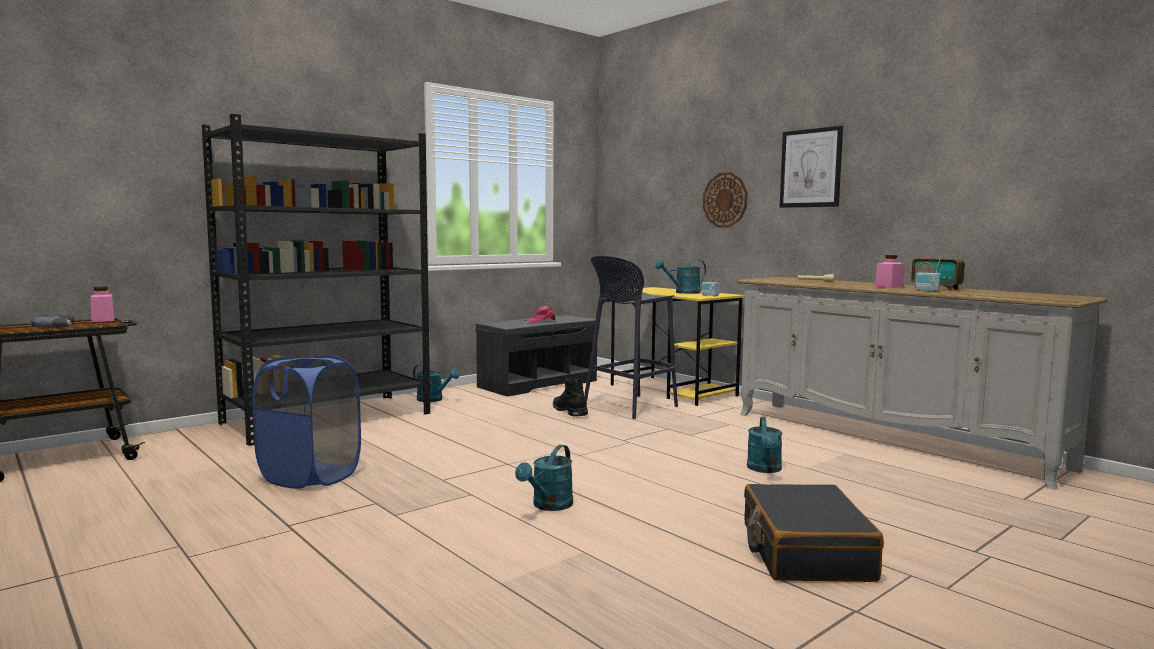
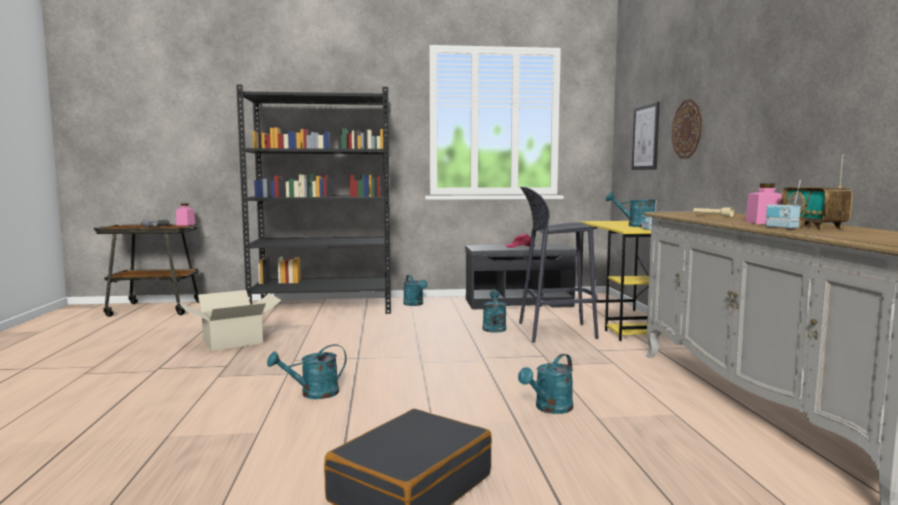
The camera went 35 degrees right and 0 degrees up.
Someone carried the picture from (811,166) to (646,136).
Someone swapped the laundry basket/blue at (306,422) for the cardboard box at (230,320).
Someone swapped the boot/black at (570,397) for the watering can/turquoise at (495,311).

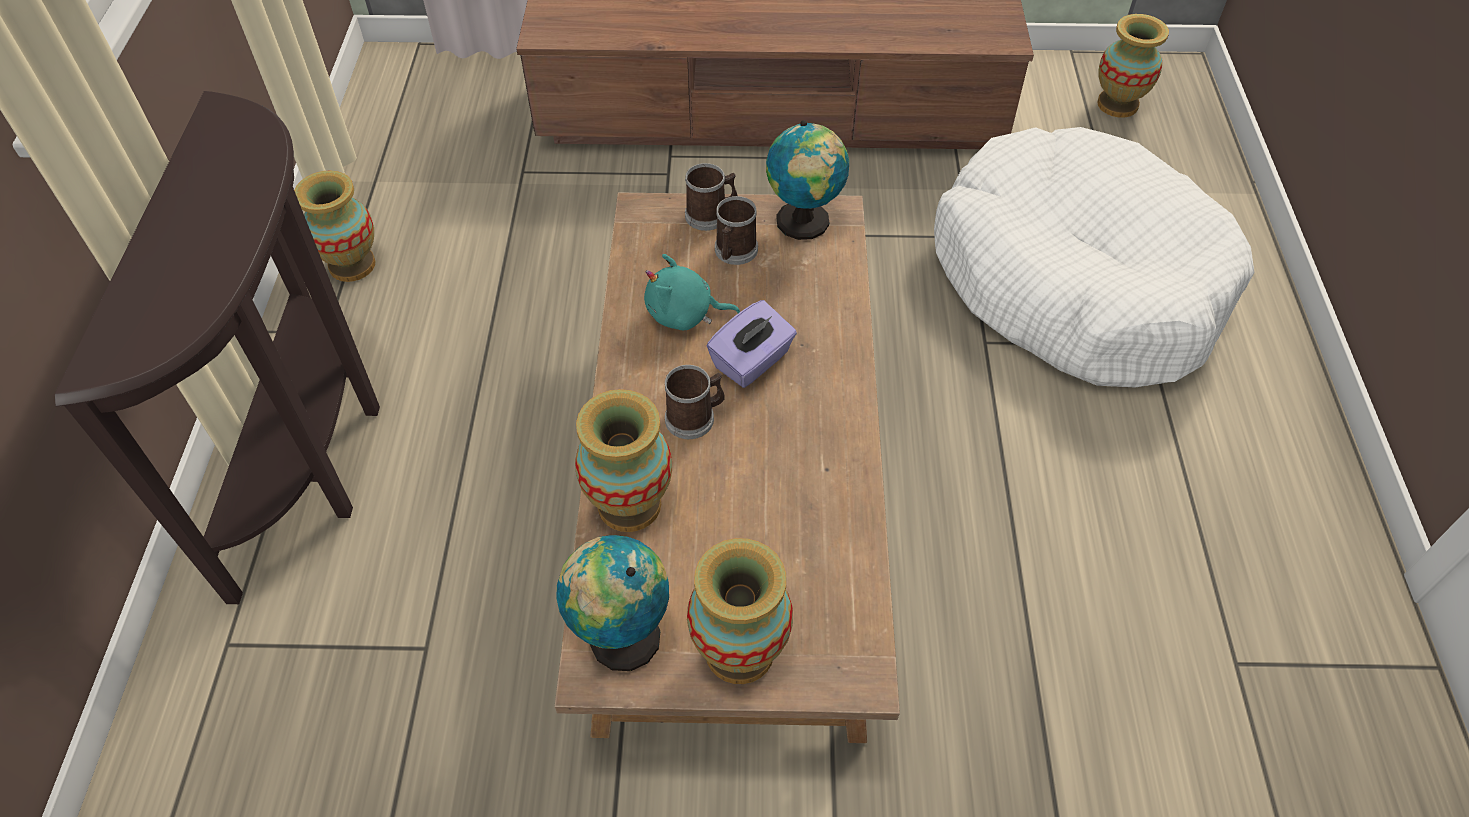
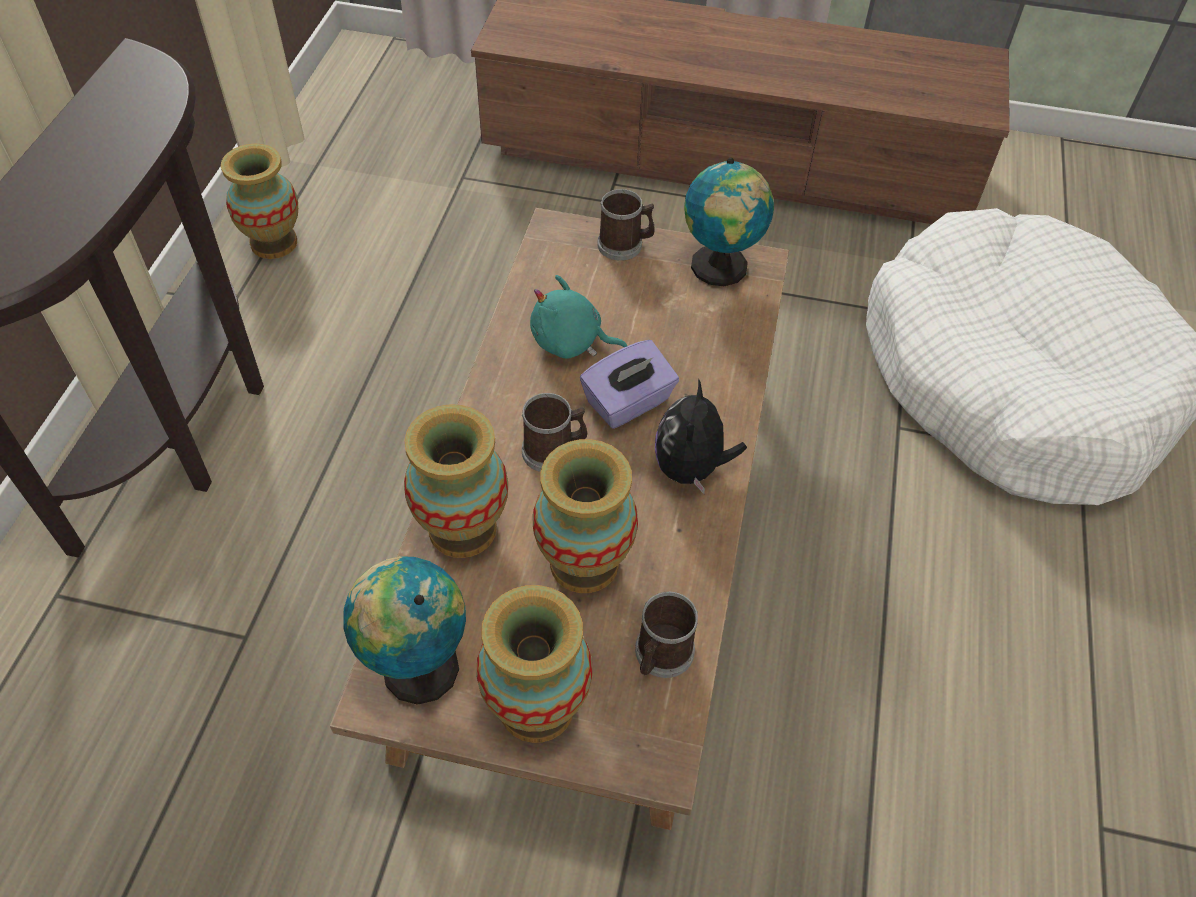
The camera went 10 degrees right and 0 degrees up.
Someone carried the vase from (1133,66) to (585,516).
Someone carried the mug from (736,230) to (666,635).
Someone put down the plush toy at (701,436).

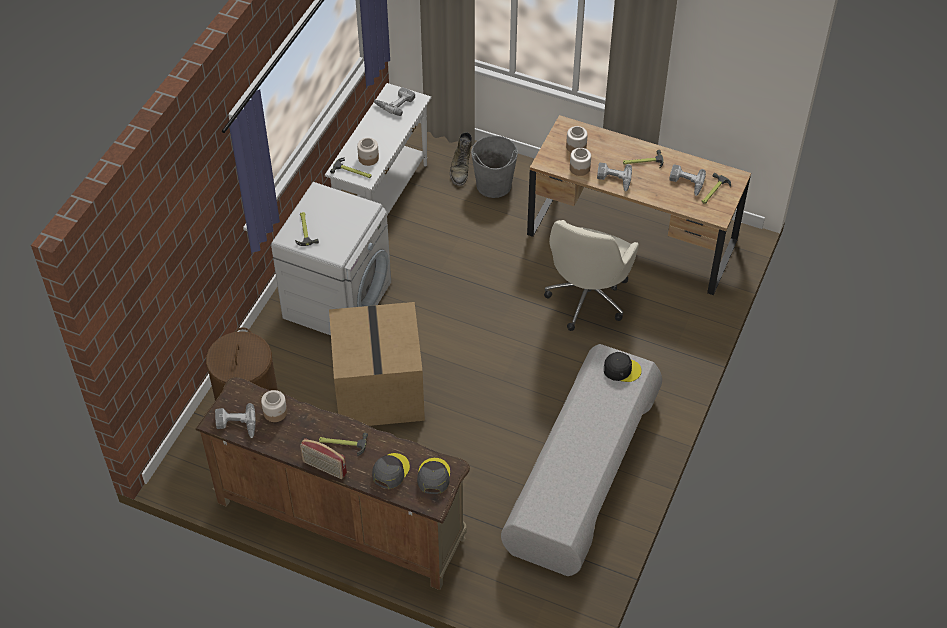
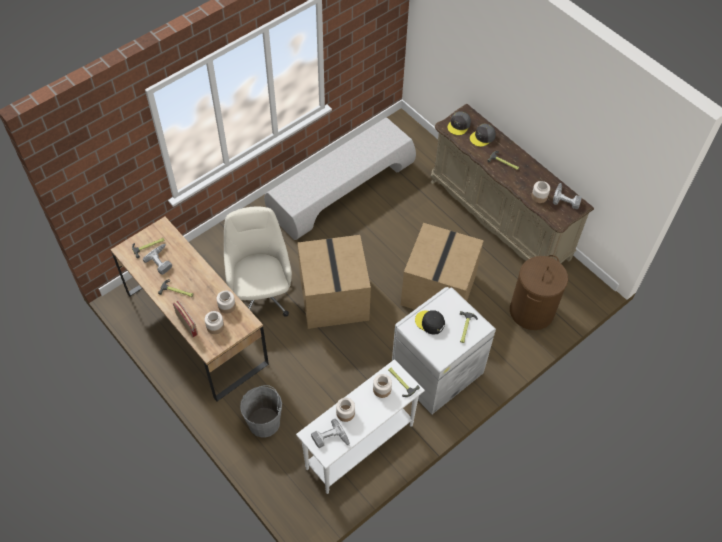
The camera went 155 degrees left and 5 degrees up.
Someone took away the boot/green at (461,159).
Someone took away the power drill at (614,177).
Someone rotated the office chair/beige at (591,275) by 60 degrees counterclockwise.
Someone carried the cap/black from (623,367) to (430,322).
Someone carried the radio from (323,458) to (185,318).
Someone put down the cardboard box at (334,282).
Someone put down the jar at (345,410).

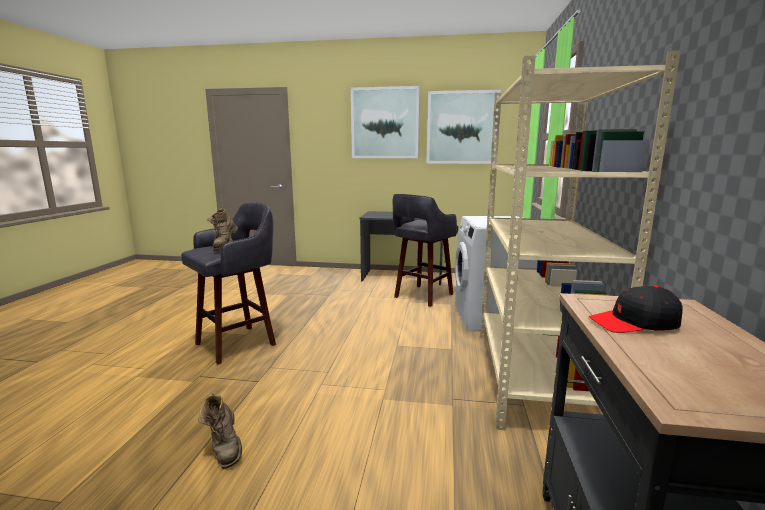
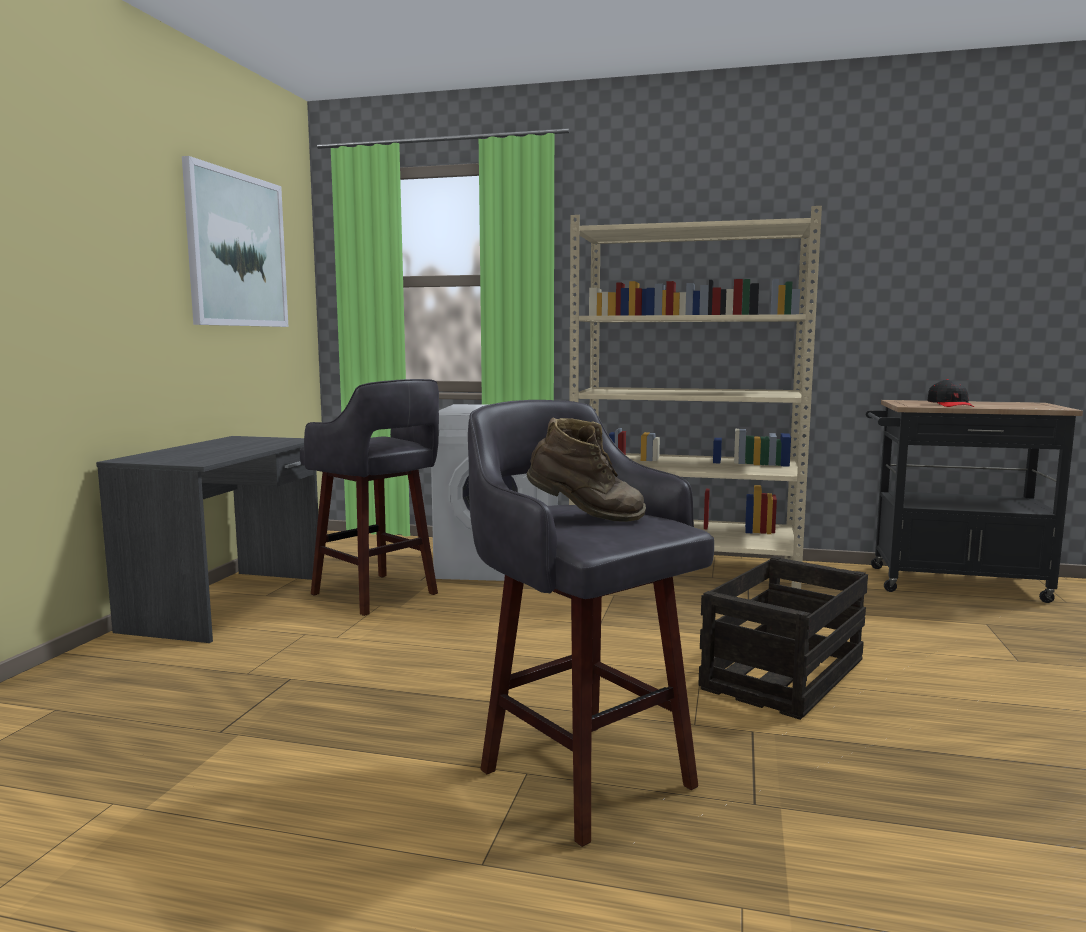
The camera went 85 degrees left and 5 degrees down.
Someone took away the picture at (385,122).
Someone took away the boot/brown at (220,431).
Someone put down the crate at (783,638).

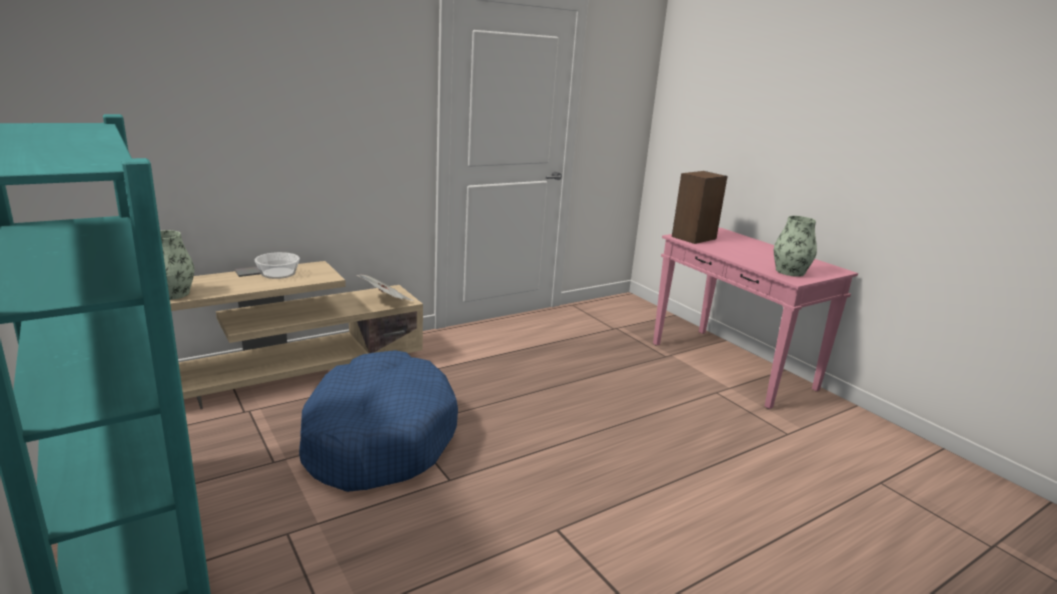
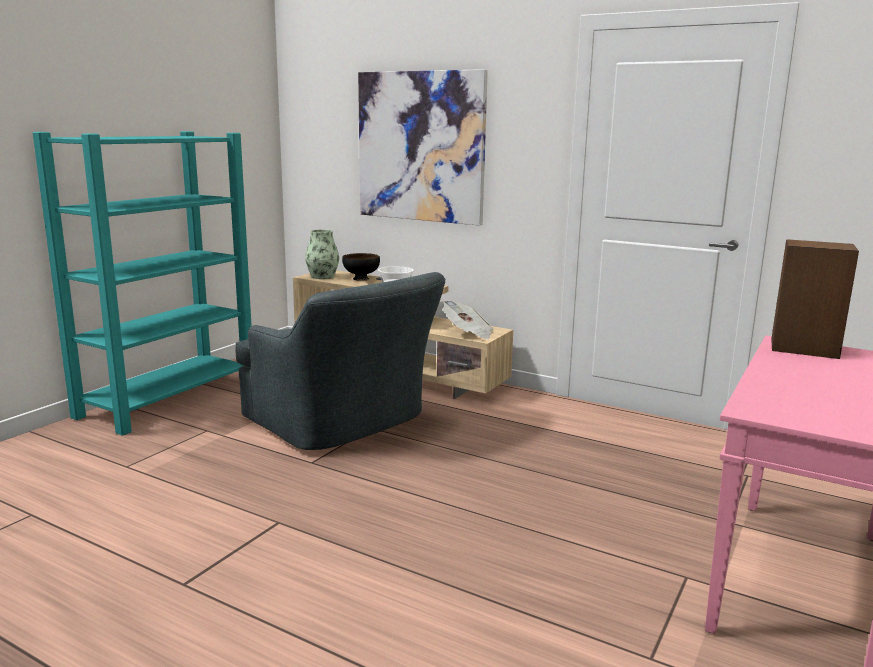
The camera went 65 degrees right and 5 degrees down.
Someone took away the vase at (795,246).
Someone swapped the dog bed/blue at (378,421) for the armchair/grey at (340,361).
Someone put up the picture at (423,147).
Someone put down the bowl/black at (361,267).

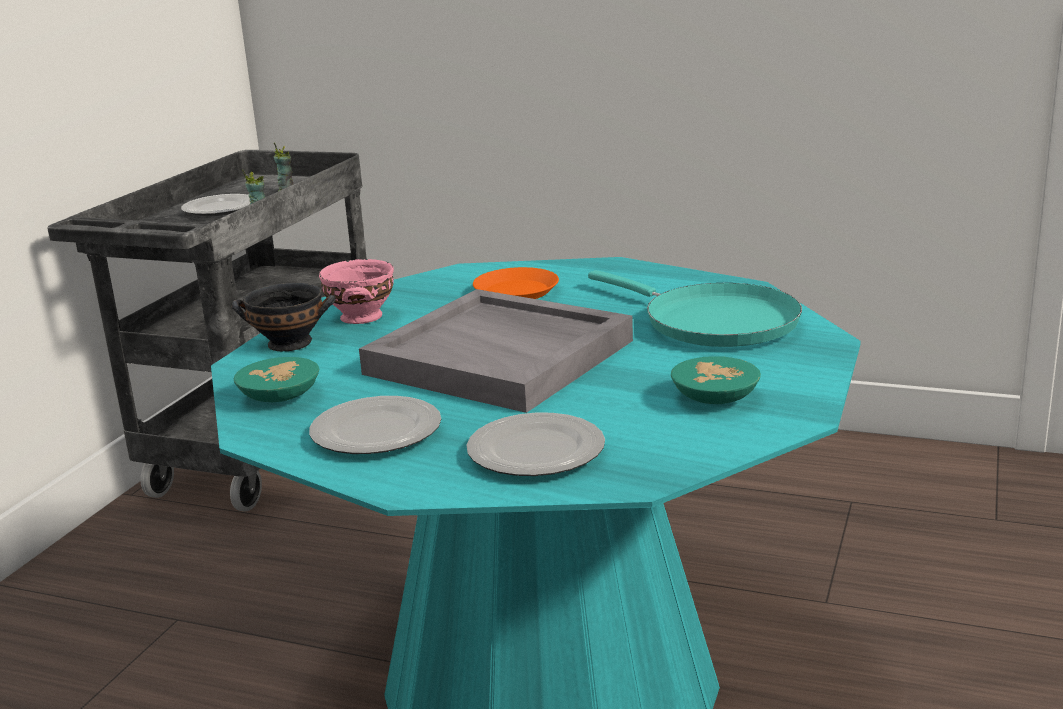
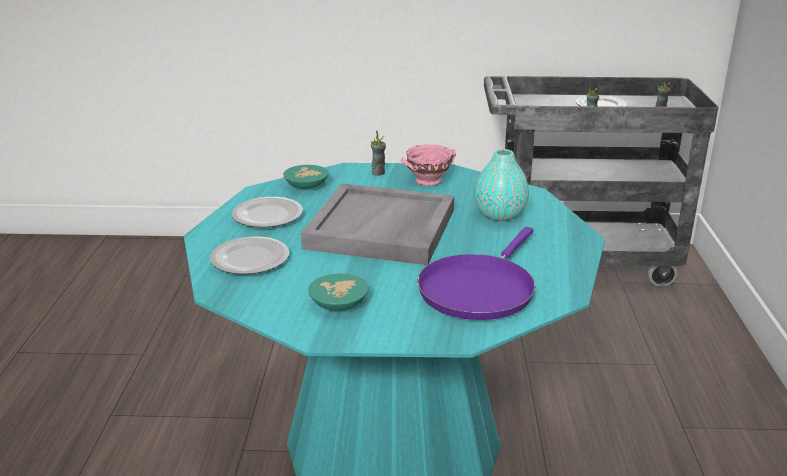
The camera went 70 degrees right and 5 degrees up.
Someone swapped the plate/orange at (516,283) for the vase/turquoise at (501,185).
Someone repainted the frying pan/turquoise at (695,308), which became the frying pan/purple at (476,273).
Someone swapped the bowl/black at (283,317) for the cup at (378,153).

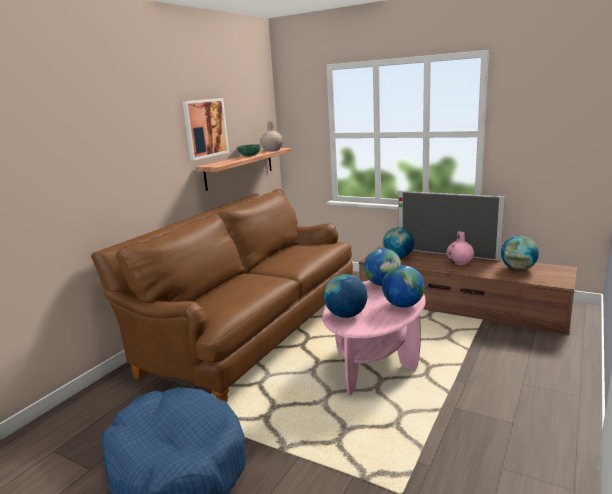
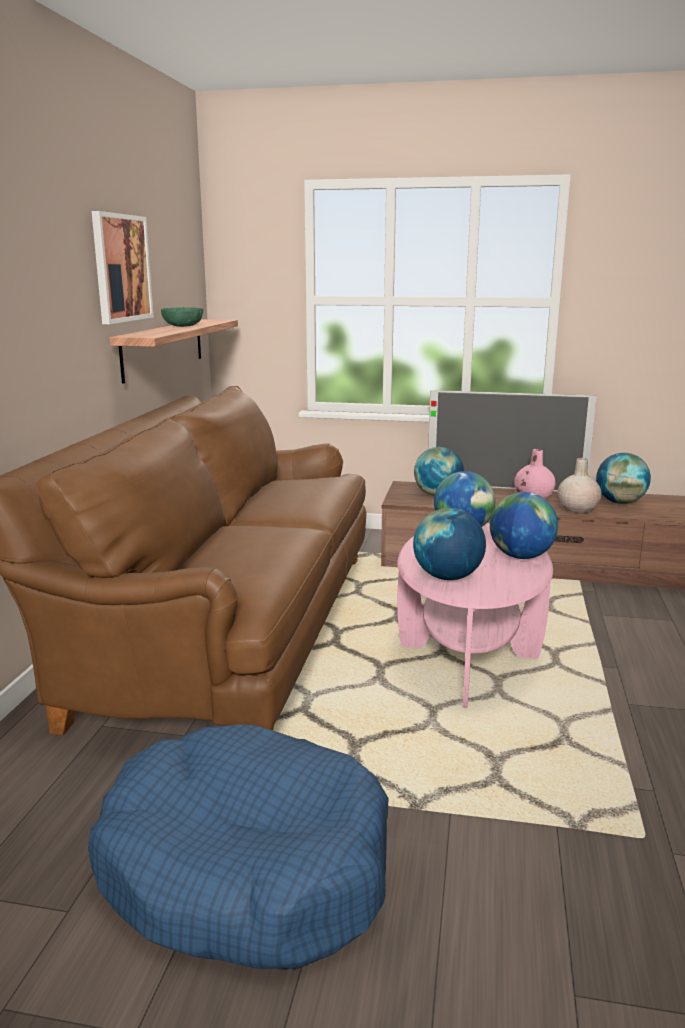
The camera went 20 degrees left and 0 degrees up.
Someone carried the vase/beige from (272,136) to (579,485).

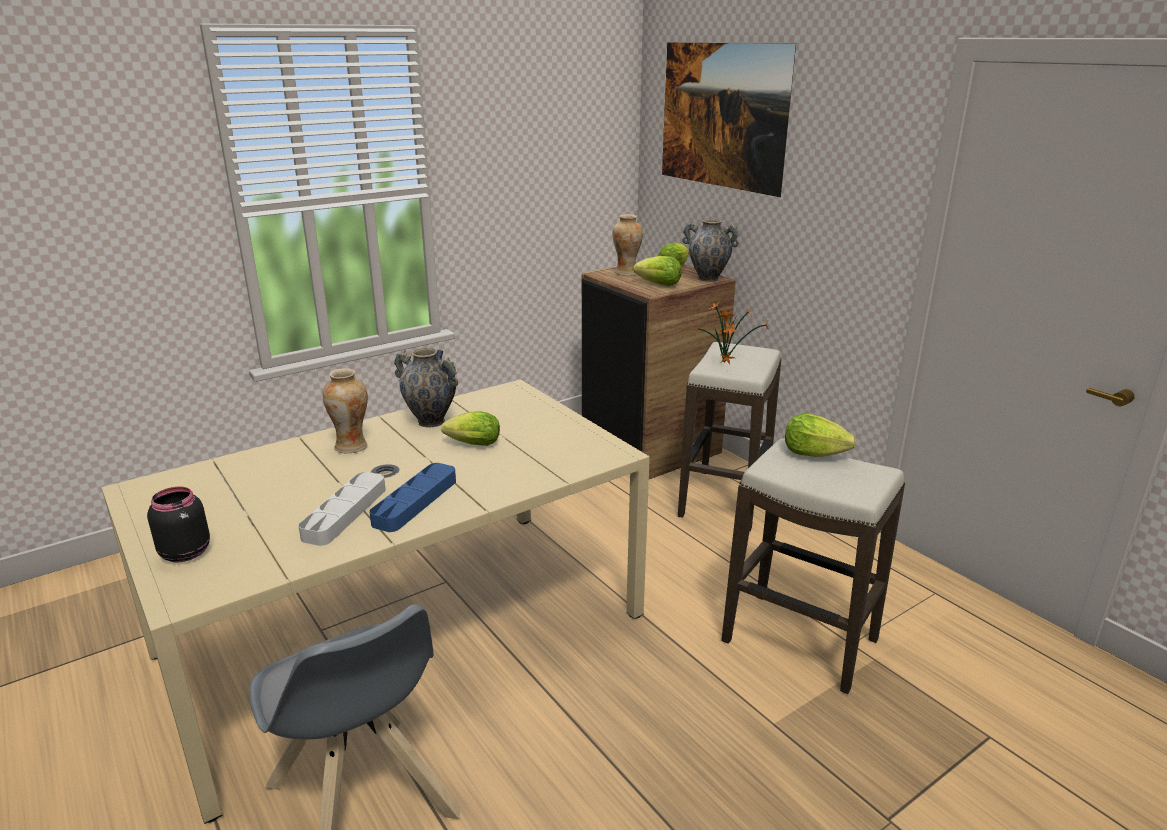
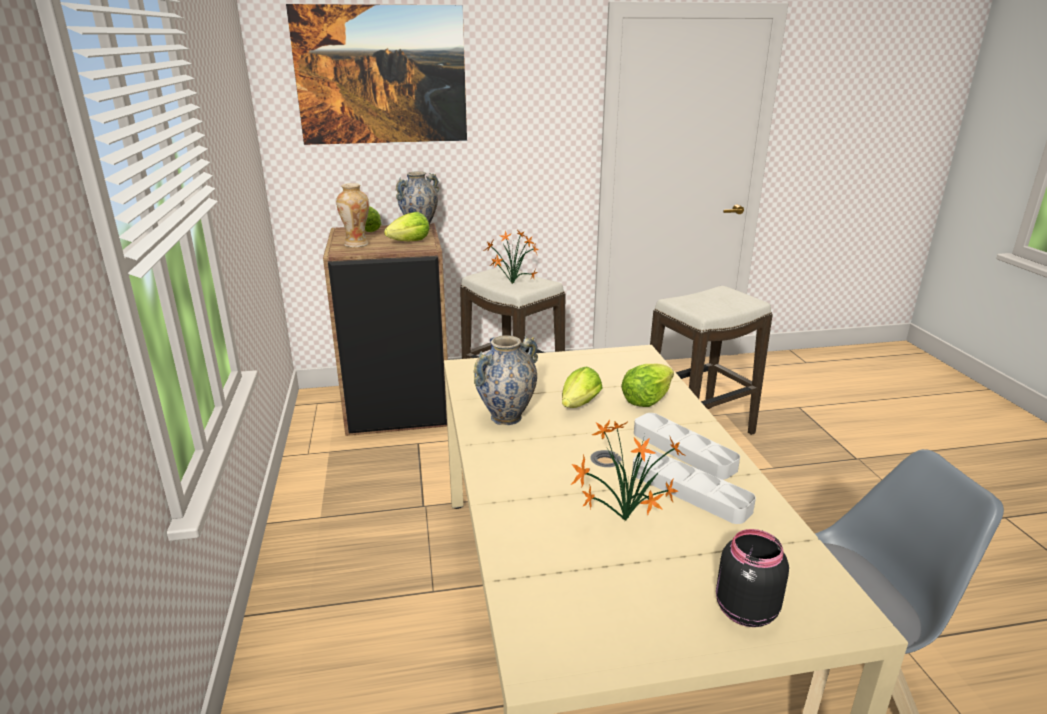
The camera went 65 degrees left and 0 degrees up.
Someone took away the vase at (345,411).
Someone carried the lettuce from (820,435) to (647,385).
Someone repainted the tray/blue at (412,497), which became the tray/grey at (687,446).
Someone put down the potted plant at (627,470).

